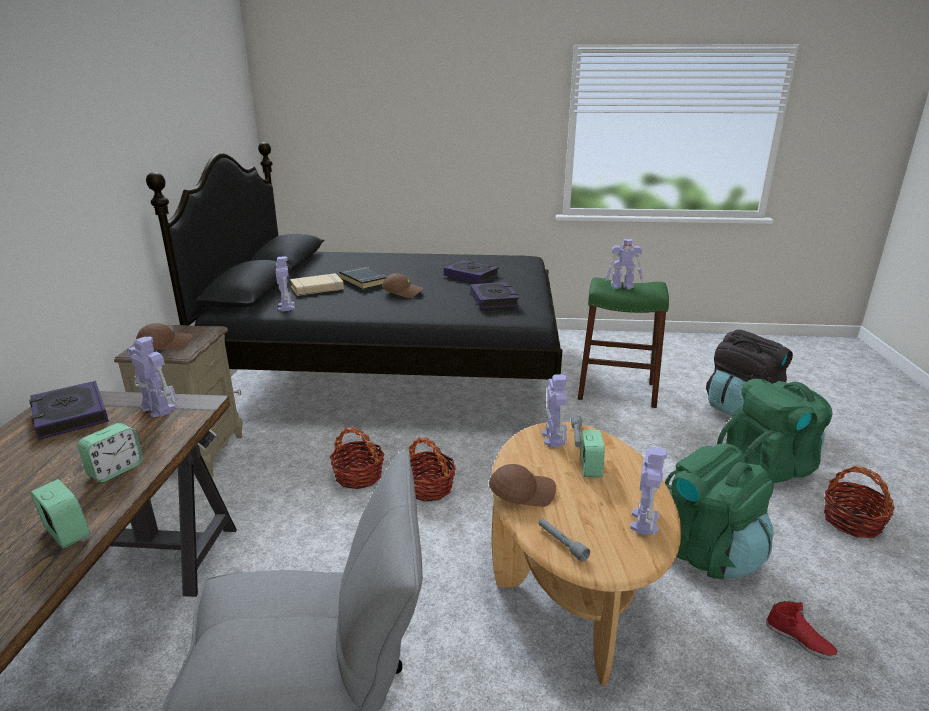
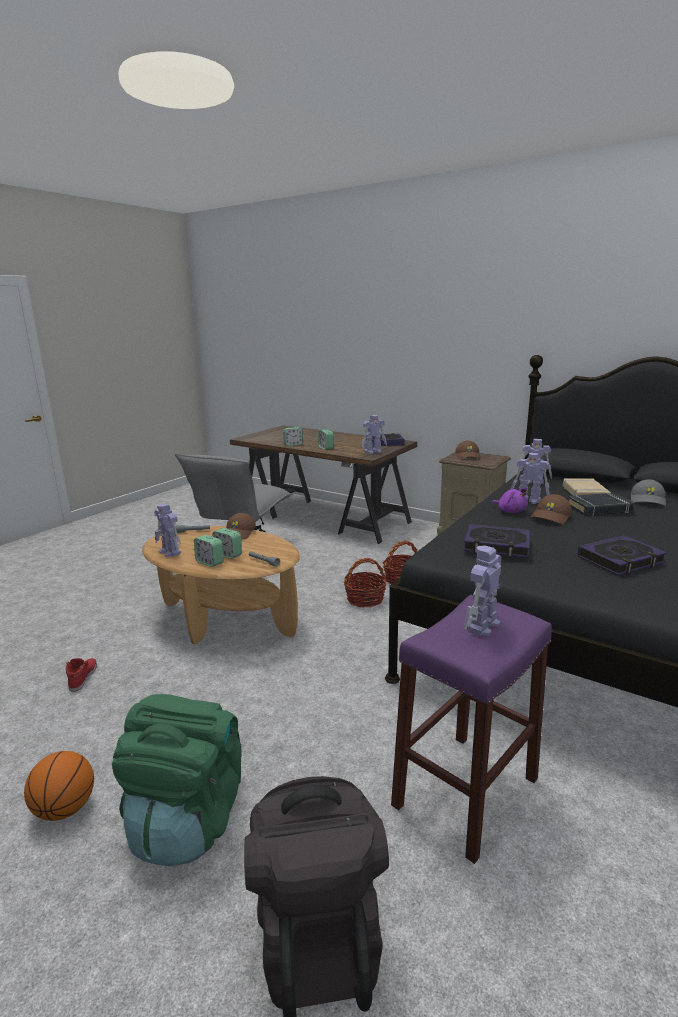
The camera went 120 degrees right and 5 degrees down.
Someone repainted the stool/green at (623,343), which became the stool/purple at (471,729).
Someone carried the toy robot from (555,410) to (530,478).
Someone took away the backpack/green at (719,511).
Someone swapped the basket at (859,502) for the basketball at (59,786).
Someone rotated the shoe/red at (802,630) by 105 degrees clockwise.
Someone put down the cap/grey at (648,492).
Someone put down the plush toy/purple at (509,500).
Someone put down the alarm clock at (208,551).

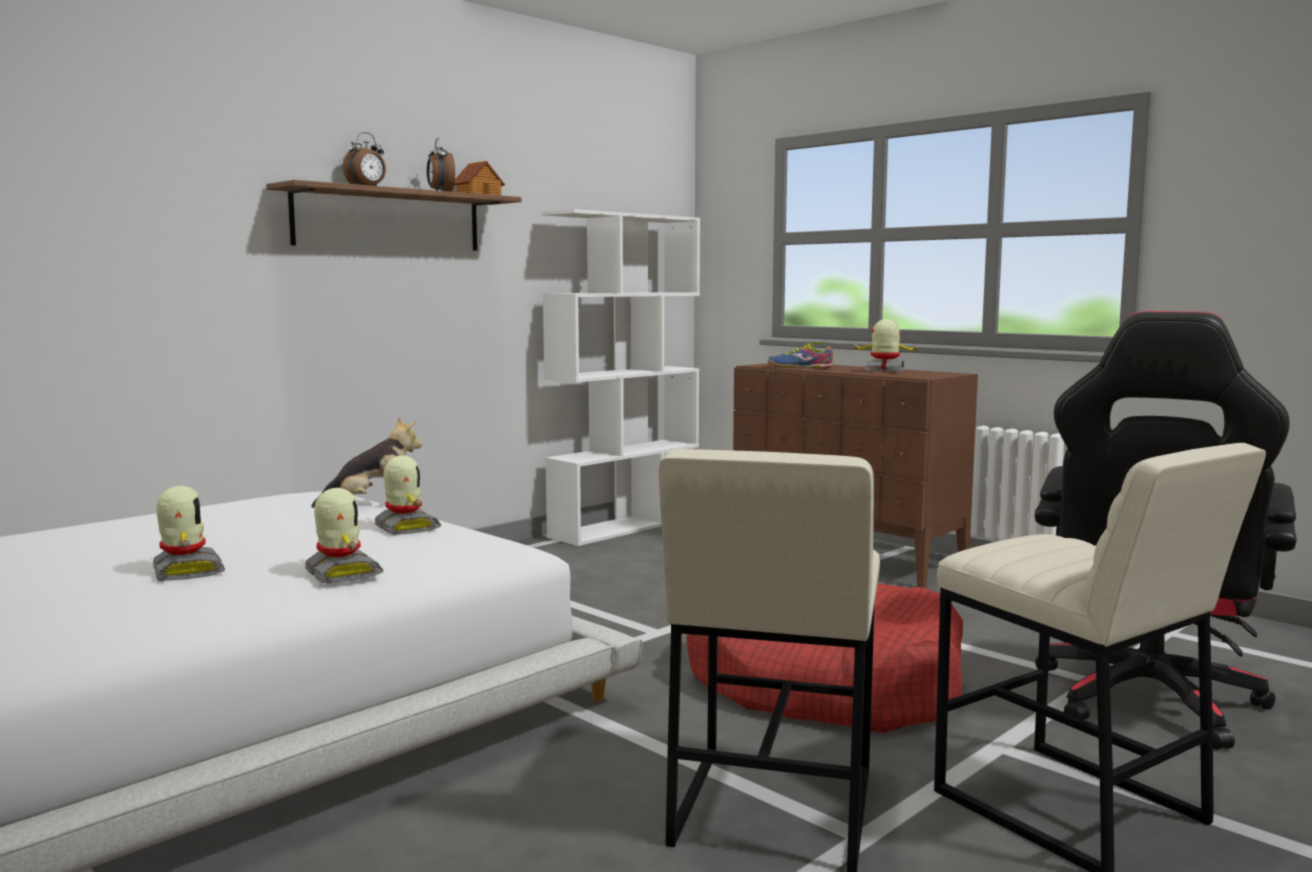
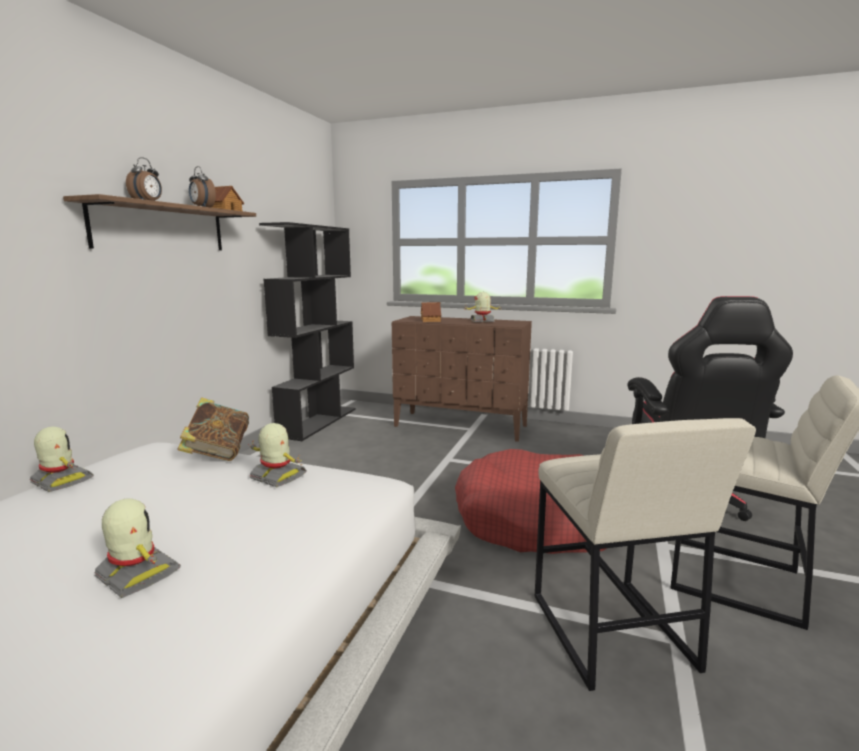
The camera went 25 degrees left and 5 degrees up.
Someone repainted the bookcase/white at (620,377), which became the bookcase/black at (307,331).
Someone swapped the shoe at (800,355) for the toy house at (431,312).
Someone swapped the plush toy at (366,463) for the book at (213,429).
Someone carried the toy robot from (344,535) to (62,459).

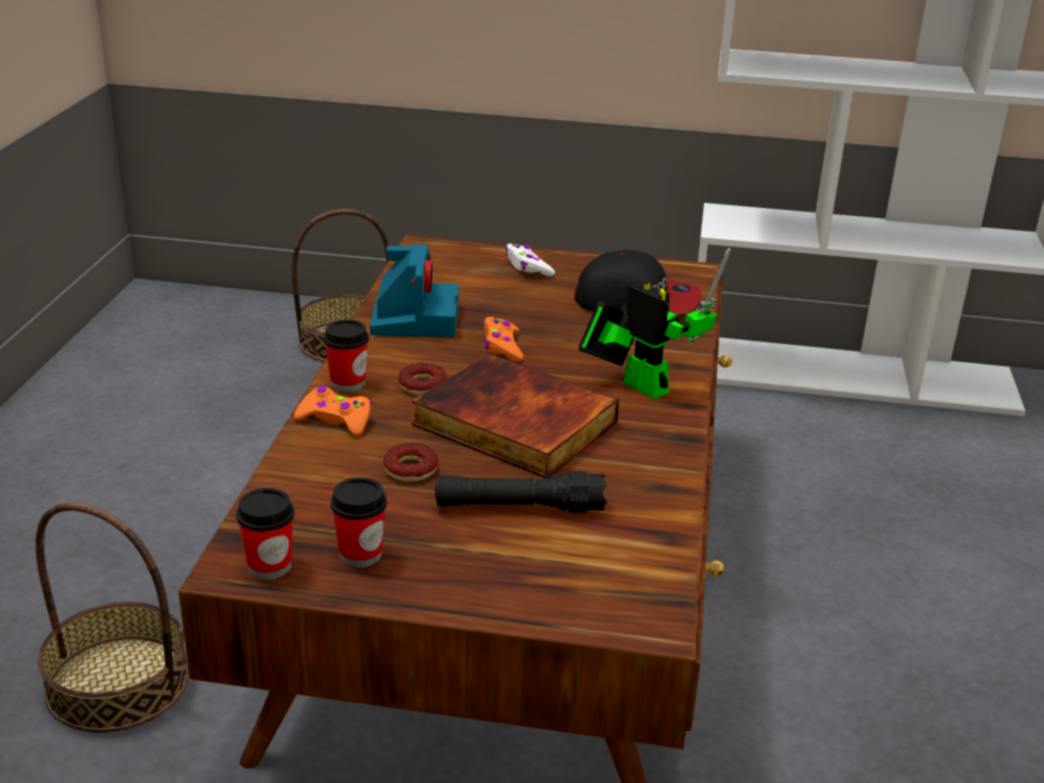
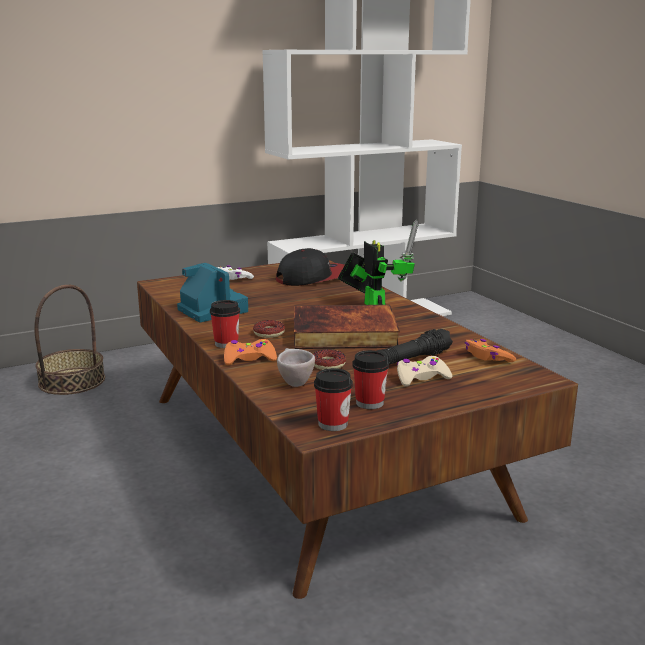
The camera went 35 degrees left and 10 degrees down.
Someone rotated the toy robot at (654,323) by 60 degrees clockwise.
Someone carried the game controller/orange from (503,339) to (490,350).
Someone took away the basket at (112,618).
Someone put down the cup/beige at (296,367).
Someone put down the game controller/beige at (424,371).

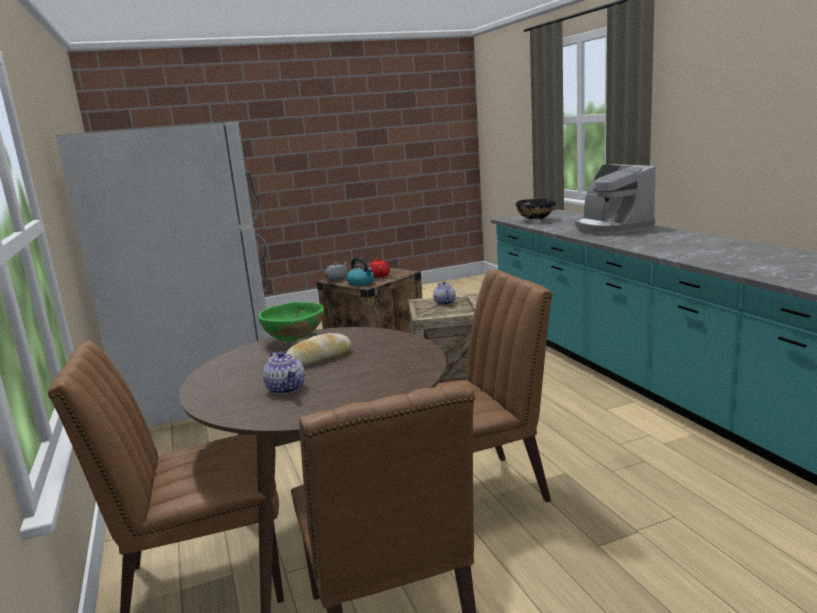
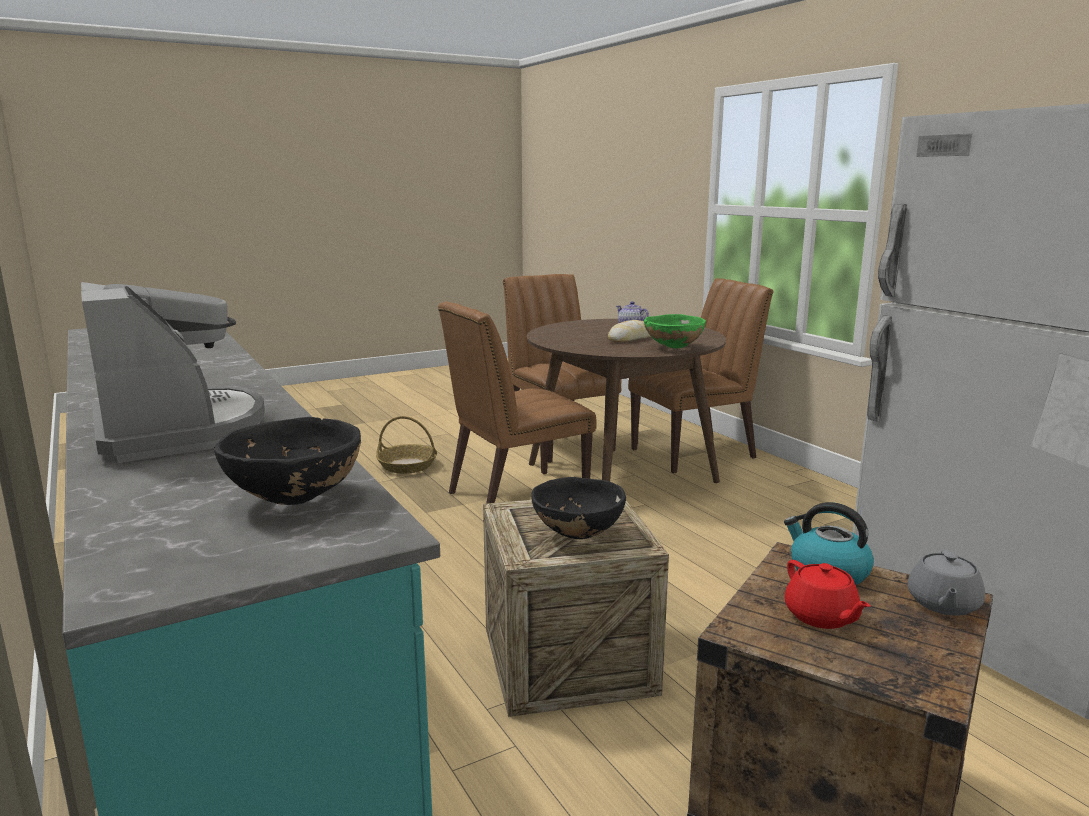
The camera went 170 degrees right and 0 degrees up.
Someone swapped the teapot at (444,293) for the bowl/black at (578,508).
Someone put down the basket at (406,445).

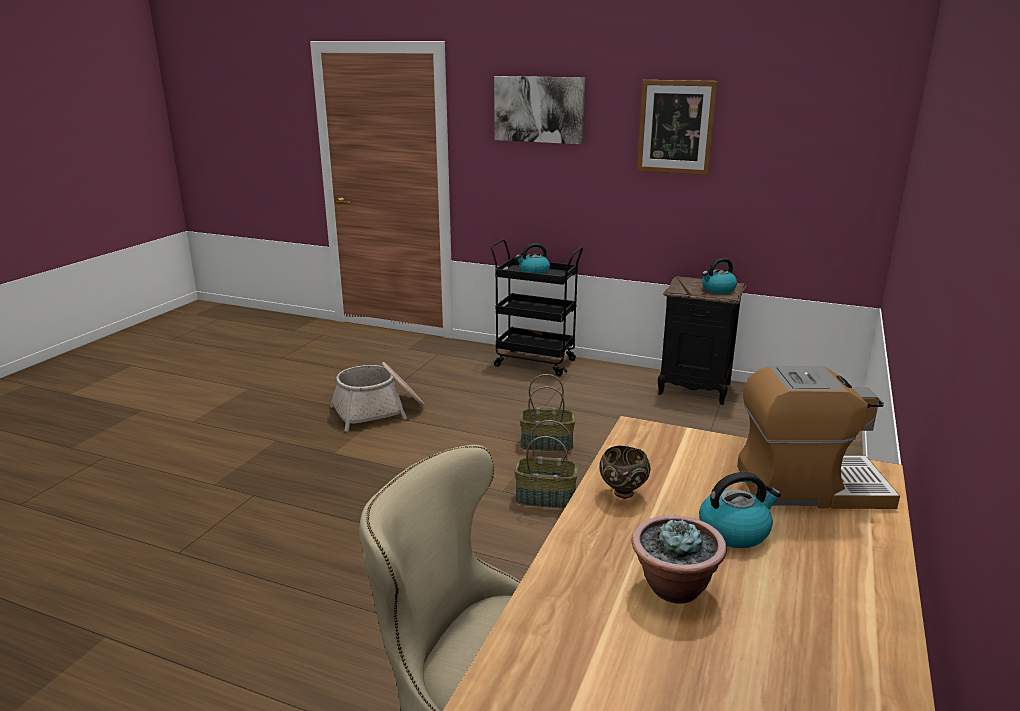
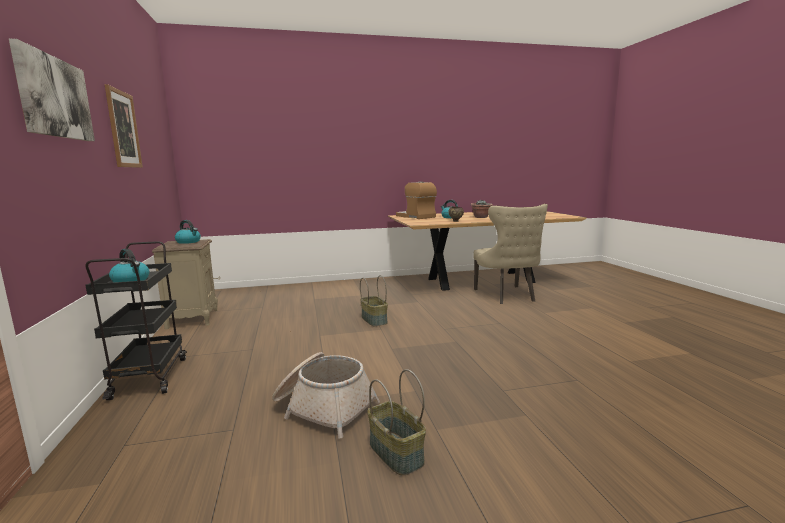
The camera went 125 degrees left and 10 degrees down.
Someone repainted the nightstand/black at (702,340), which became the nightstand/beige at (186,284).
Someone carried the basket from (547,412) to (396,422).

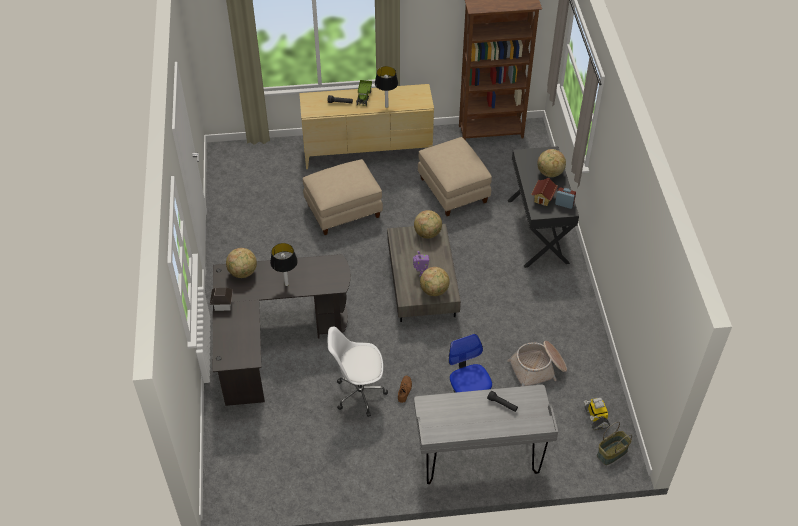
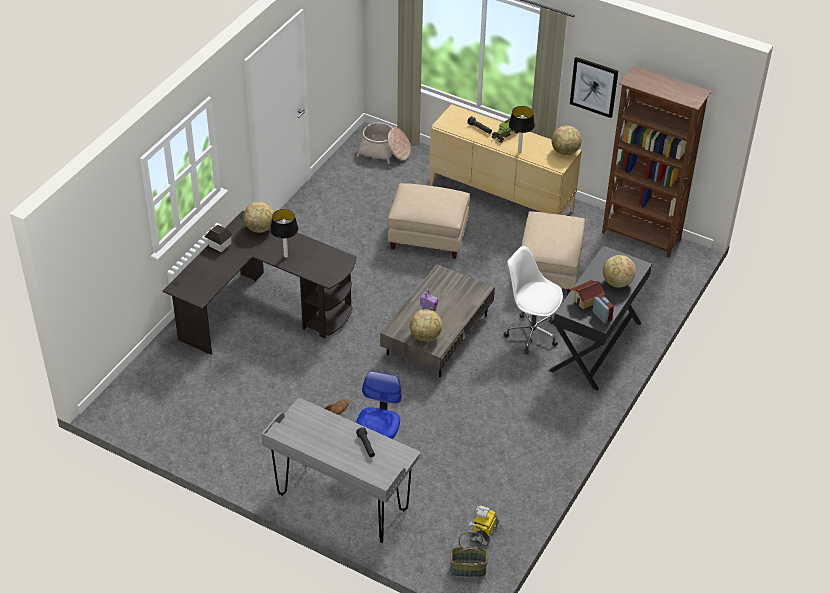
The camera went 35 degrees right and 5 degrees down.
Someone carried the globe from (428,224) to (567,140).
Someone carried the office chair/white from (358,372) to (533,300).
Someone carried the basket from (537,363) to (383,143).
Someone put up the picture at (594,87).

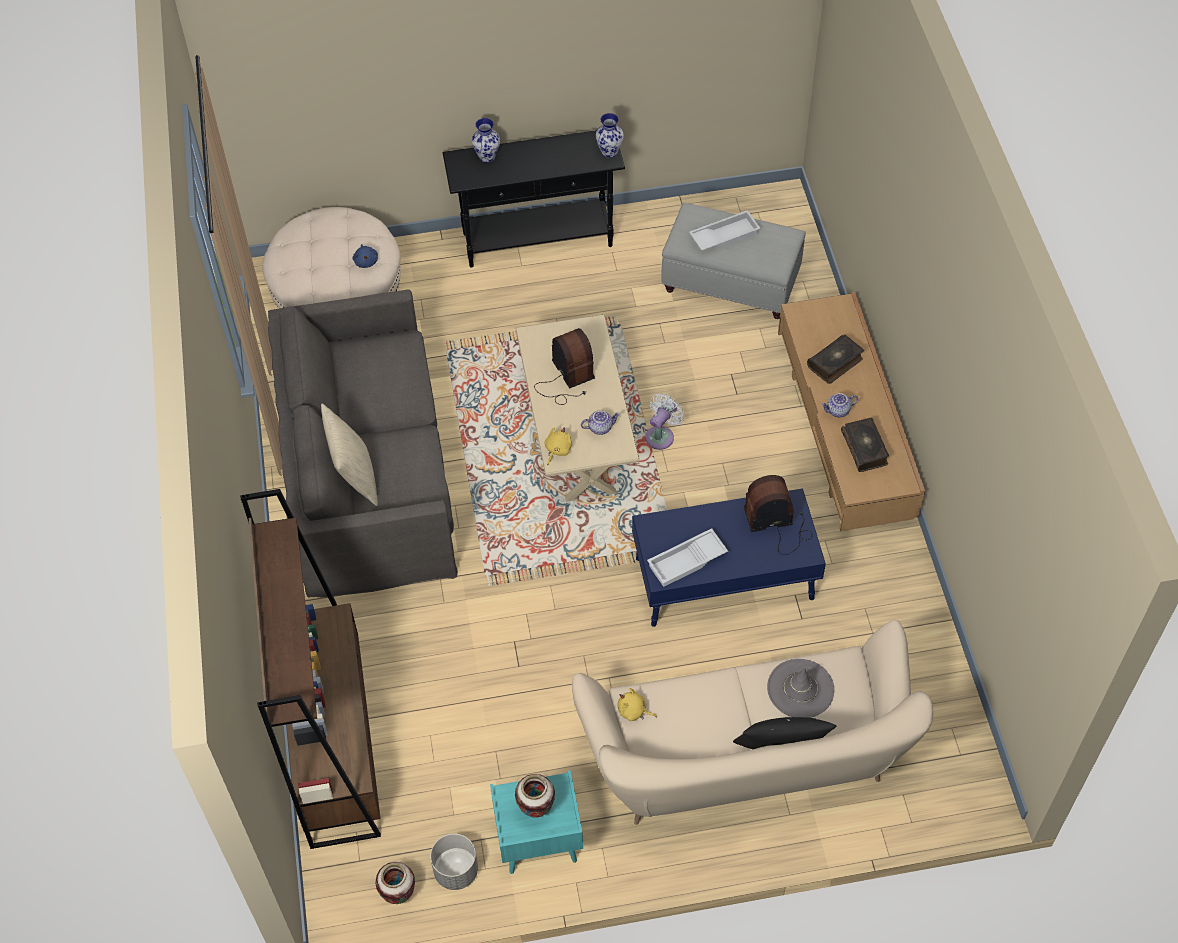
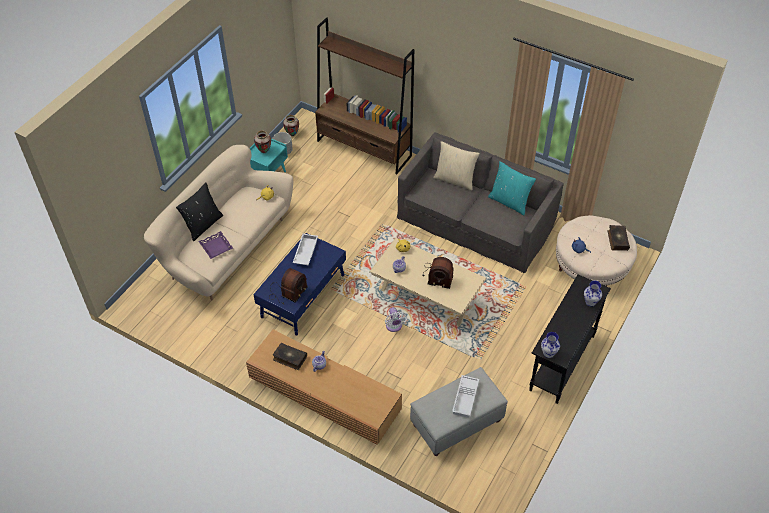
The camera went 130 degrees right and 5 degrees down.
Someone carried the book from (835,359) to (618,238).
Someone swapped the hat/grey at (800,688) for the tray/purple at (215,245).
Someone put down the pillow/turquoise at (512,188).

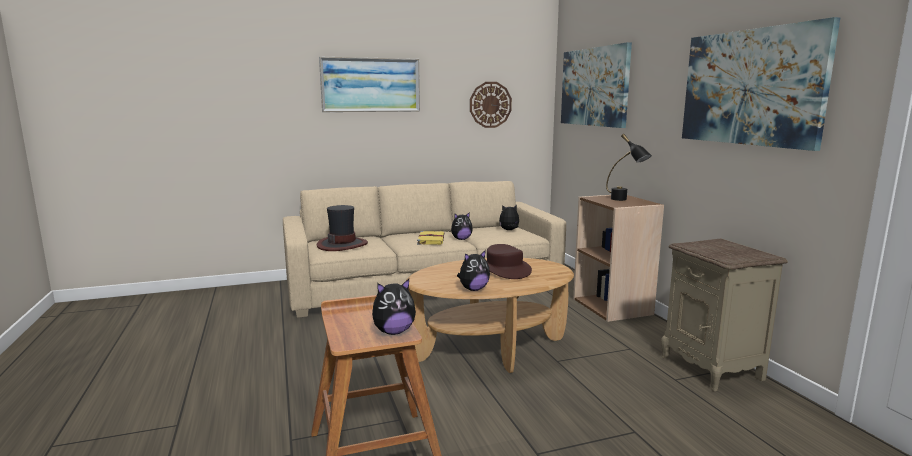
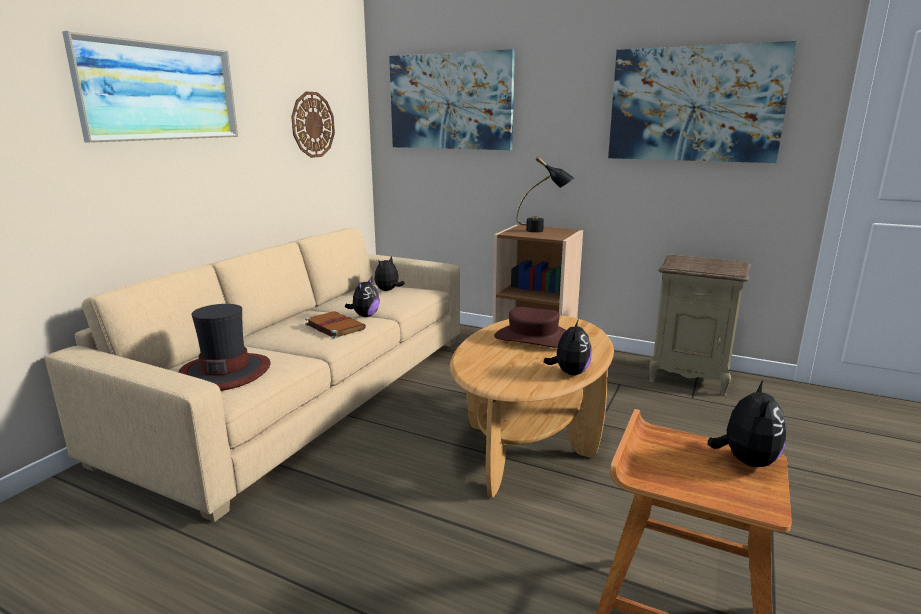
The camera went 45 degrees left and 5 degrees up.
Someone repainted the book/yellow at (431,238), which became the book/brown at (335,325).

